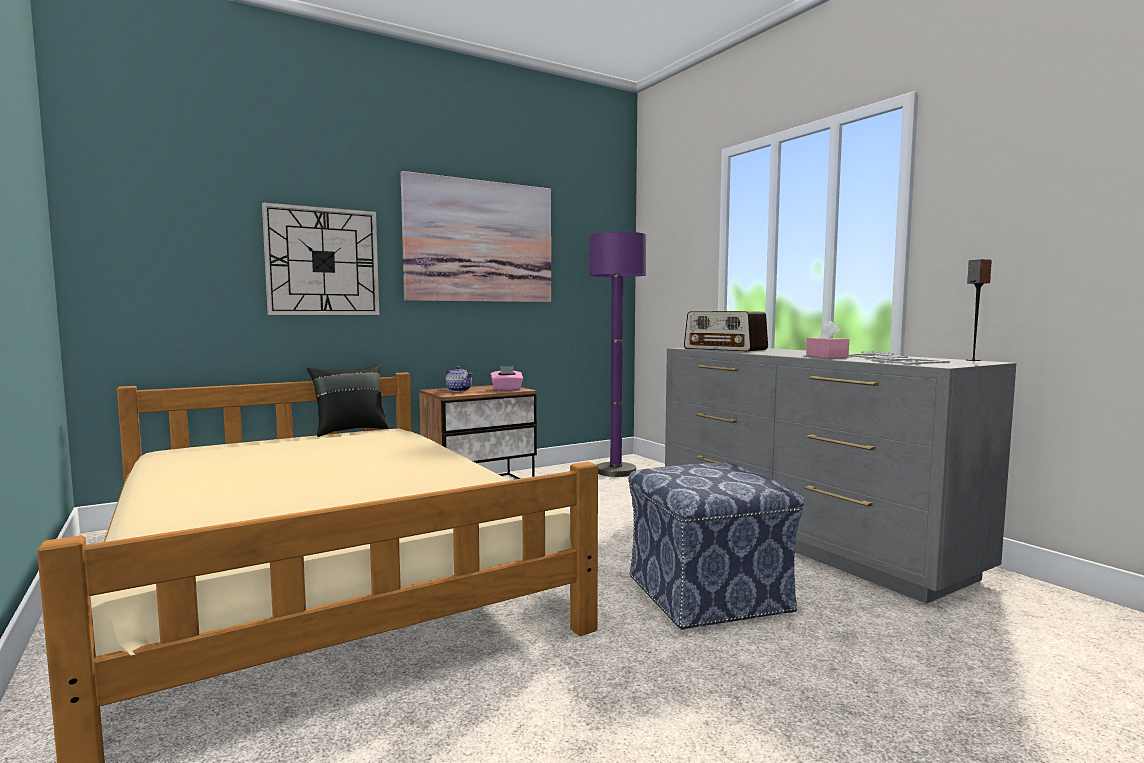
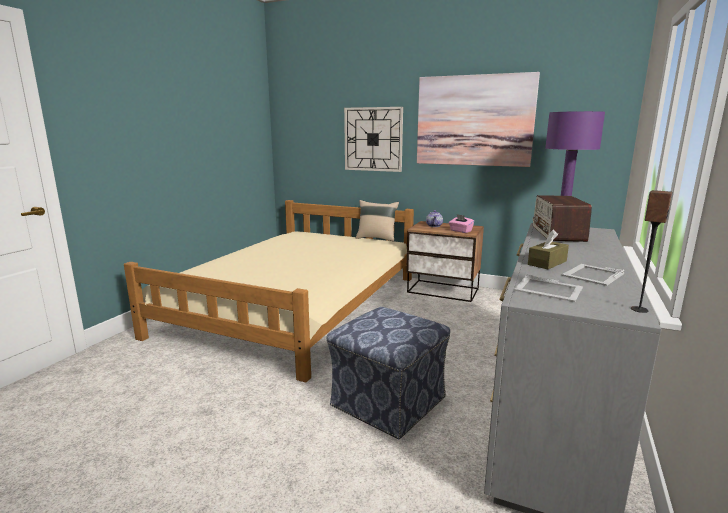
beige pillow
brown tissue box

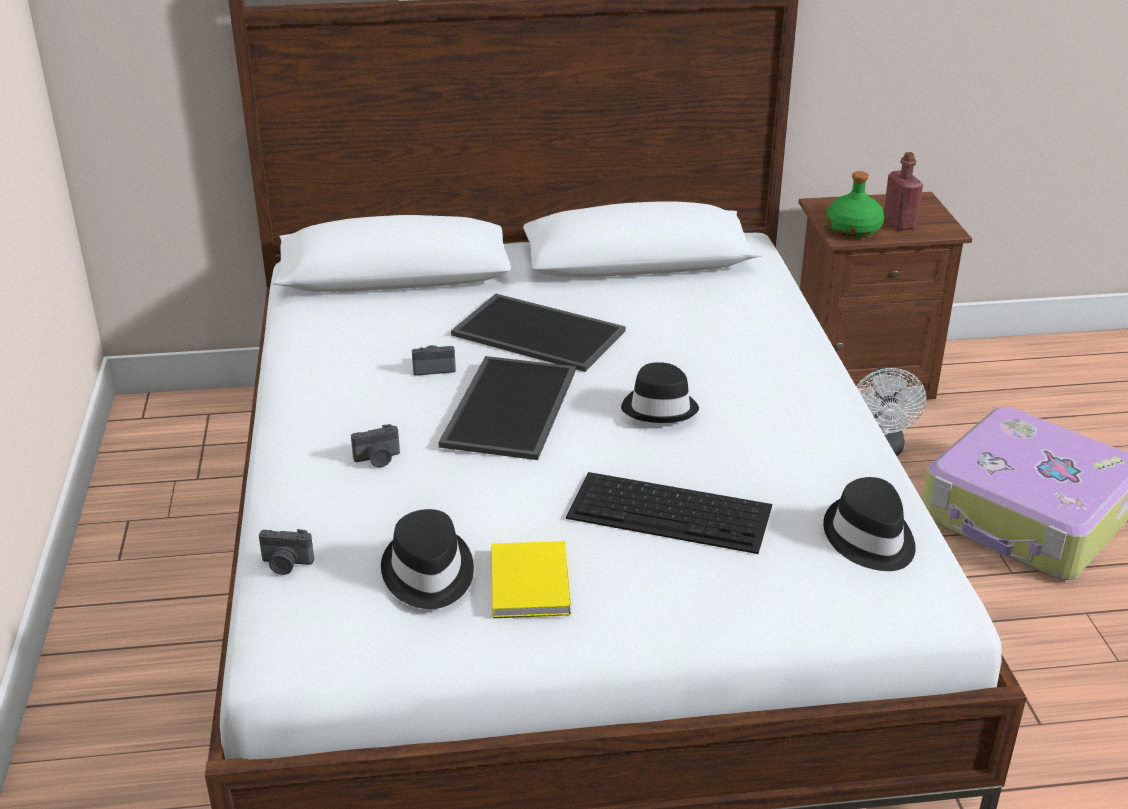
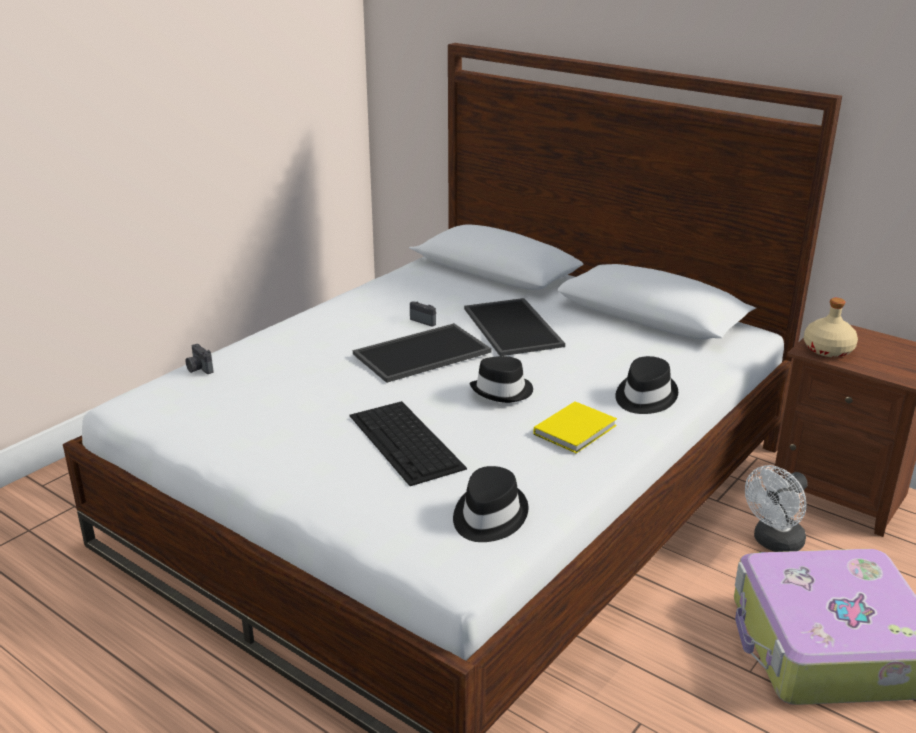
photo camera (2nd from left in the first image)
red bottle
black hat (3rd from left)
yellow book
beige bottle

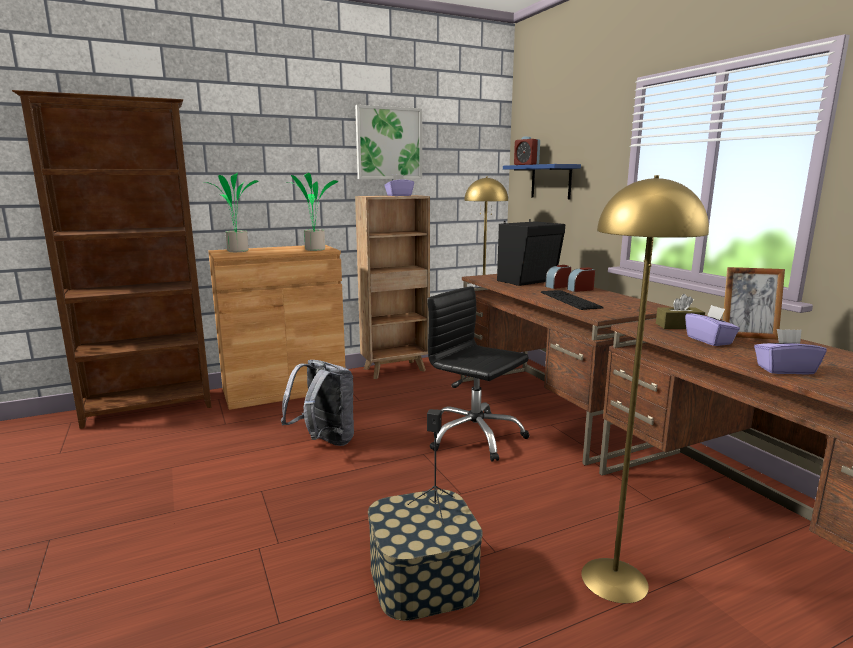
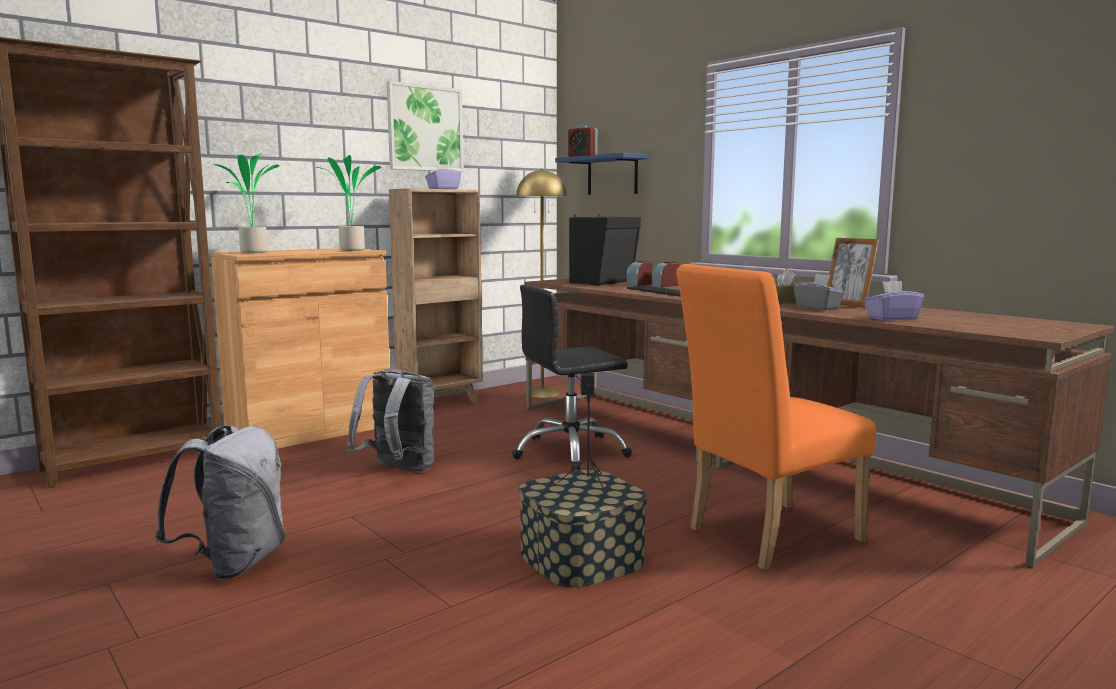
grey backpack (1st from left)
orange chair
grey tissue box
black office chair
picture frame

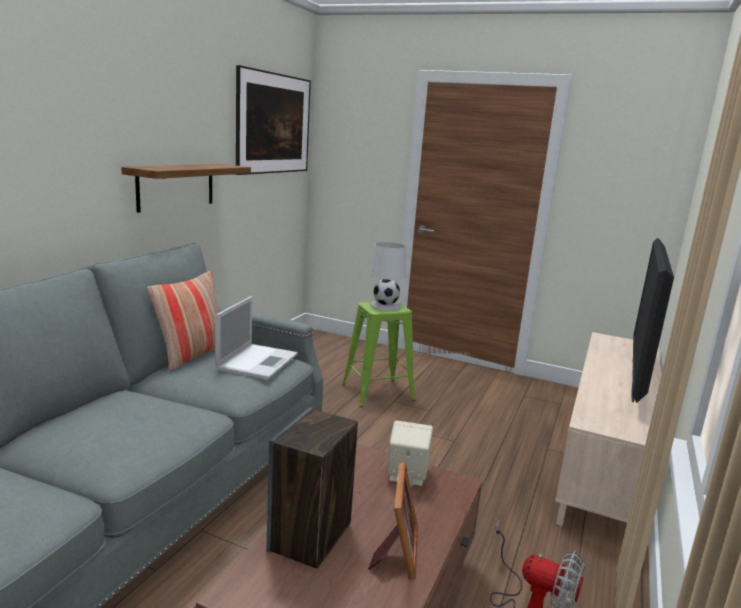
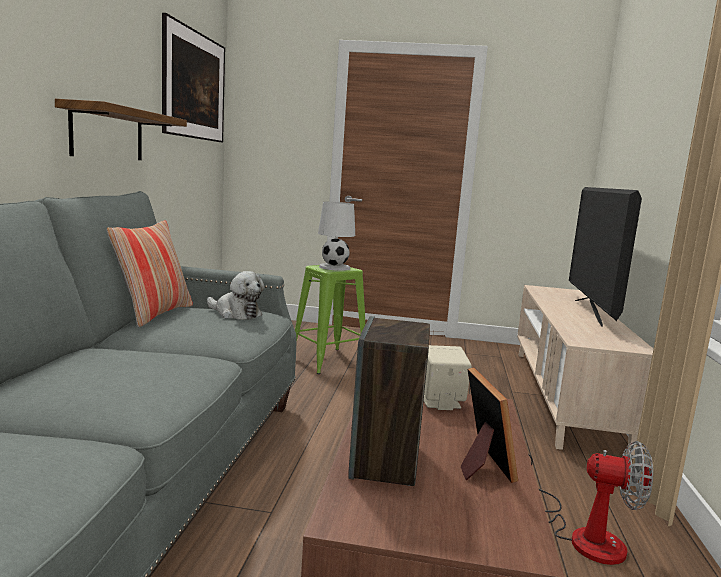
plush toy

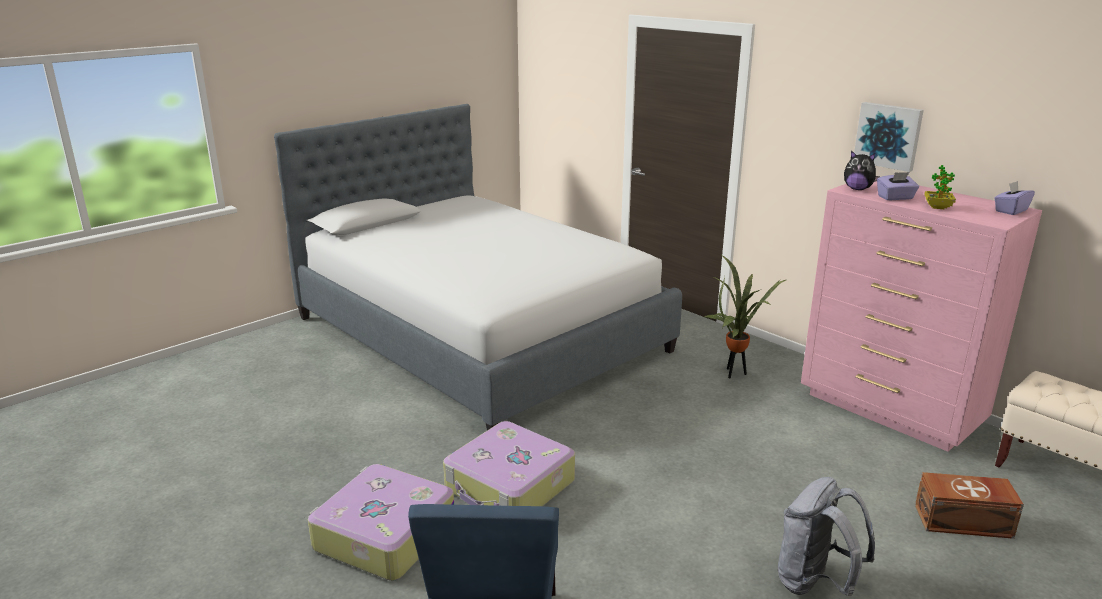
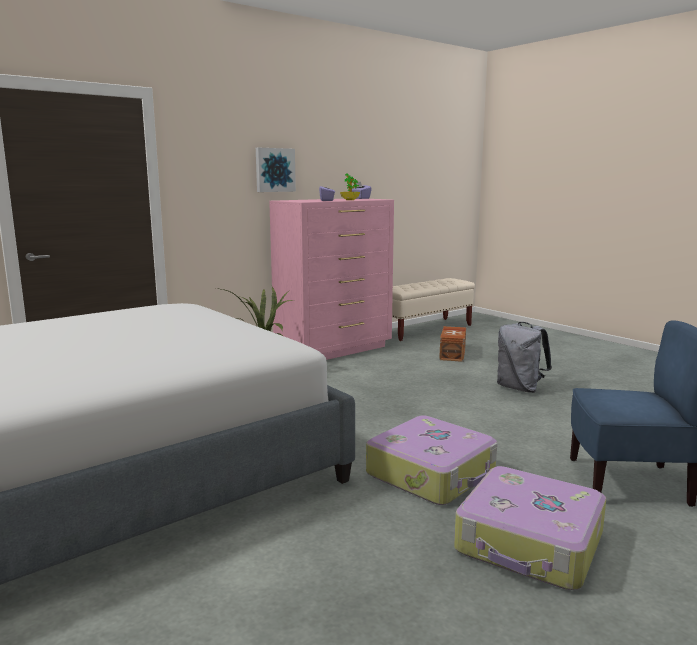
plush toy

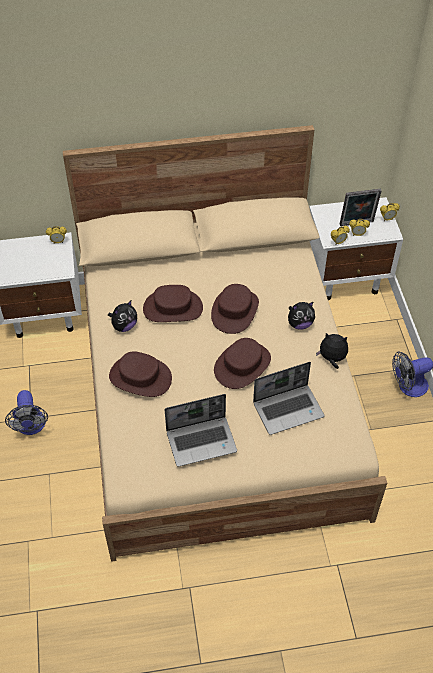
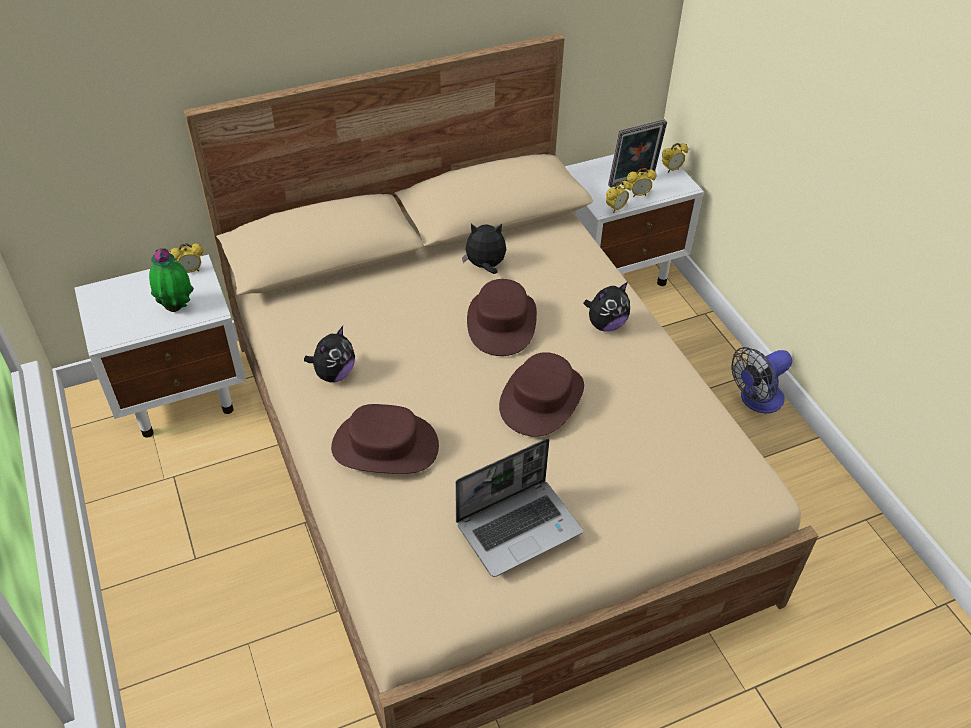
fan (1st from left in the first image)
brown hat (2nd from left in the first image)
laptop (2nd from left in the first image)
potted plant
plush toy (2nd from left)

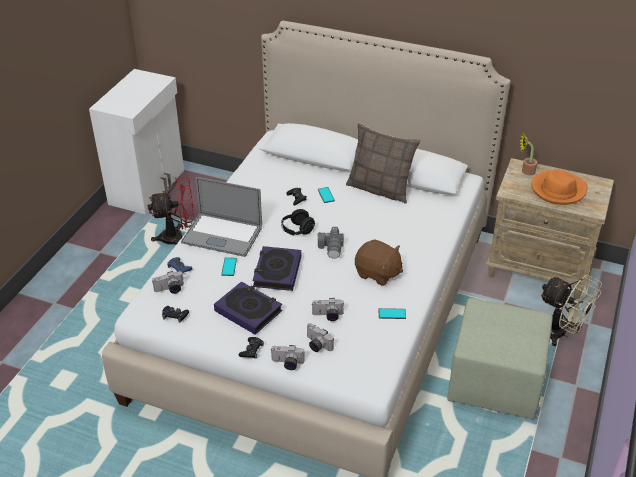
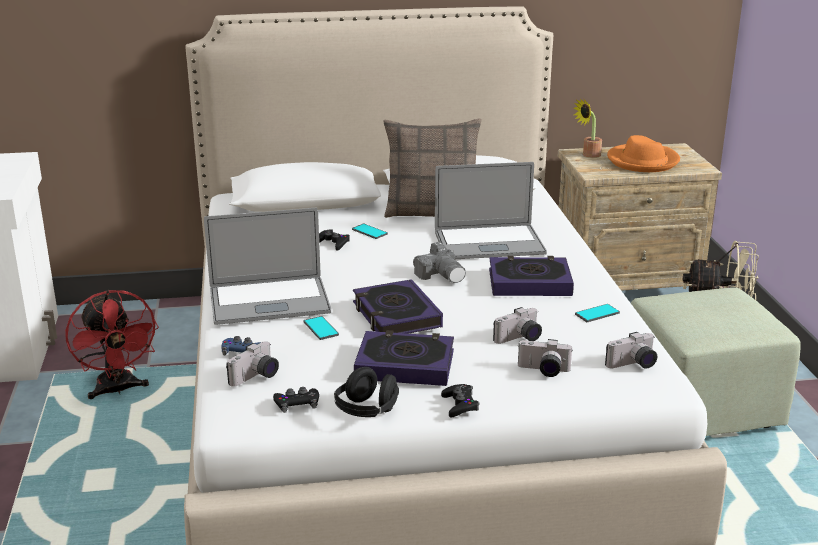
laptop (2nd from left)
photo camera (5th from left)
black headphones
book (3rd from left)
red fan

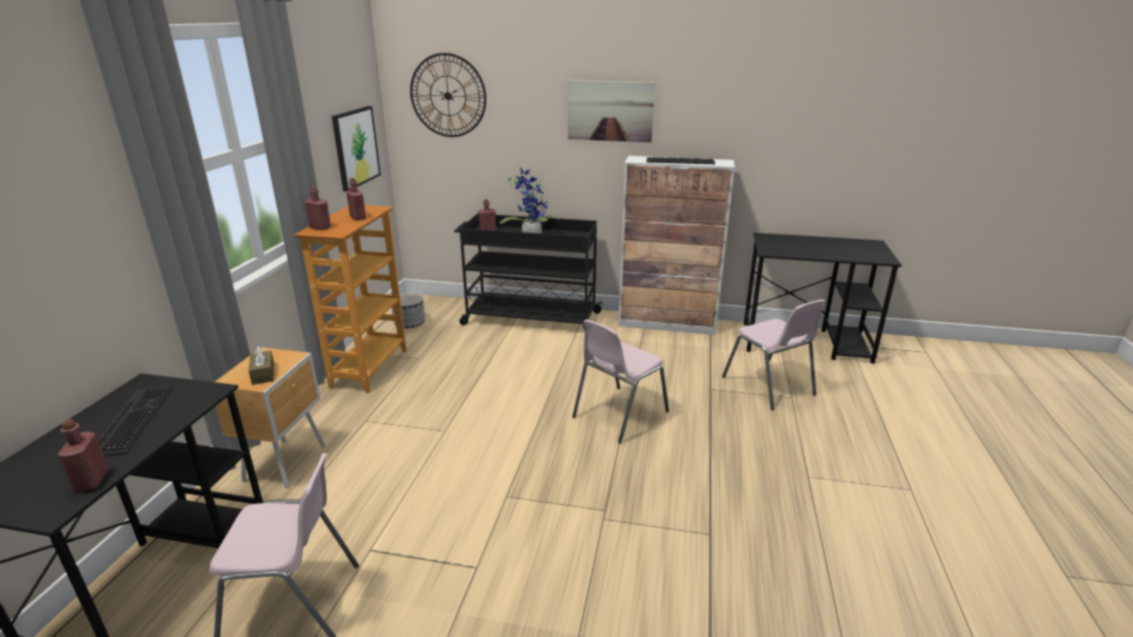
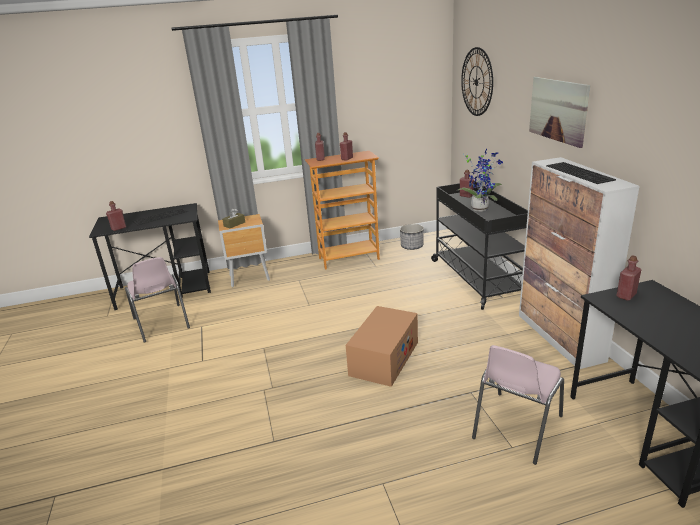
picture (1st from left in the first image)
red bottle (5th from left)
cardboard box

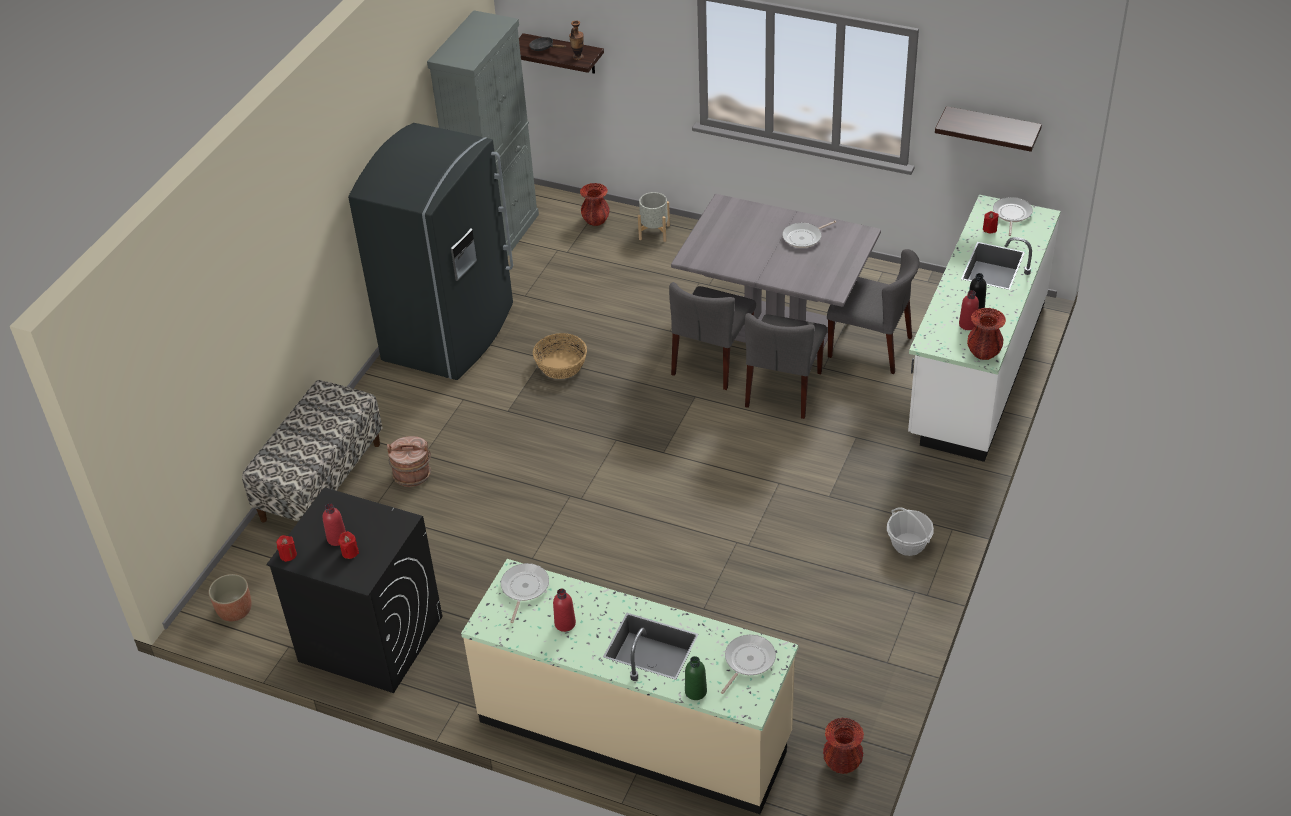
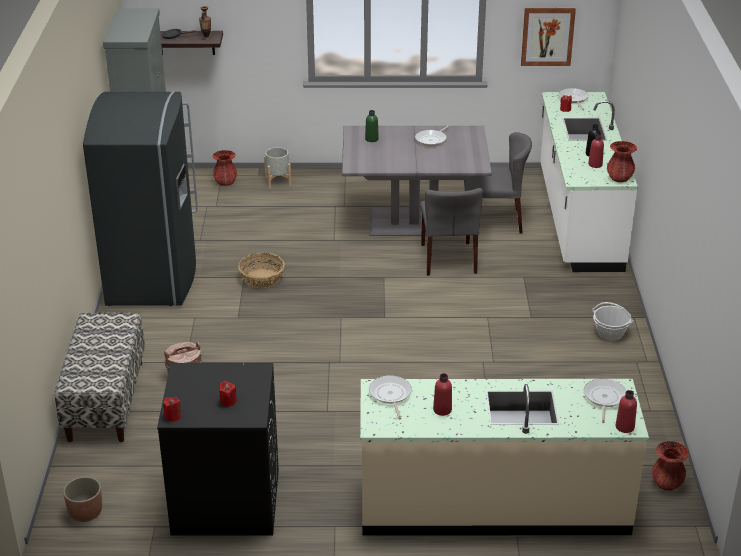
grey chair (1st from left in the first image)
red bottle (3rd from left)
green bottle
picture

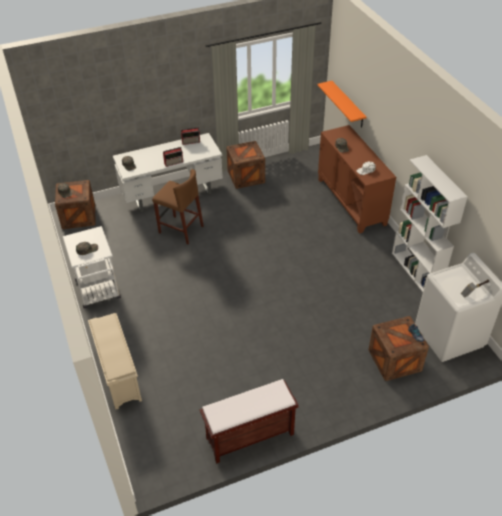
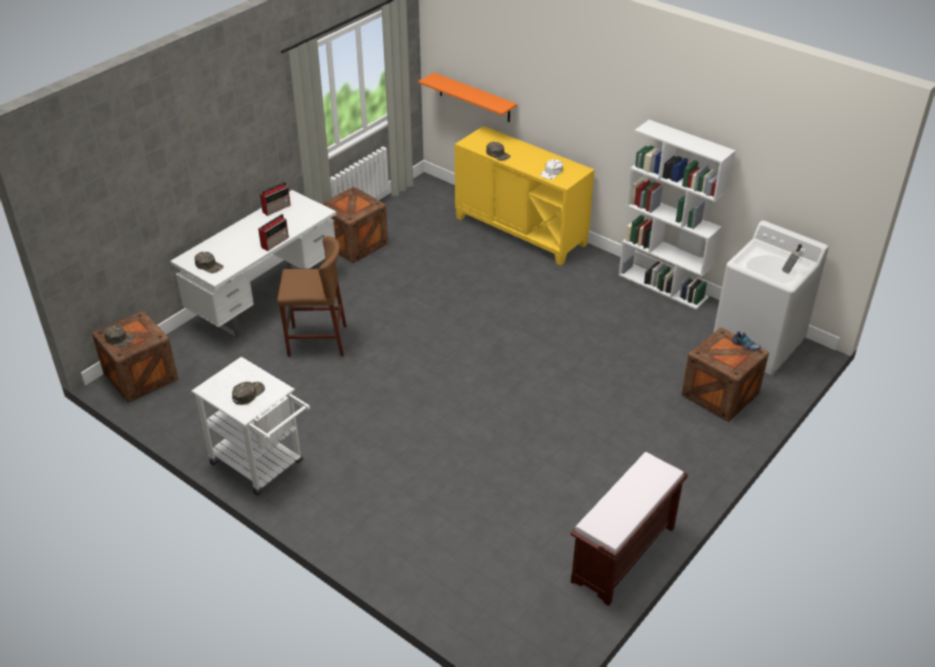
beige shoe rack
yellow cabinet

